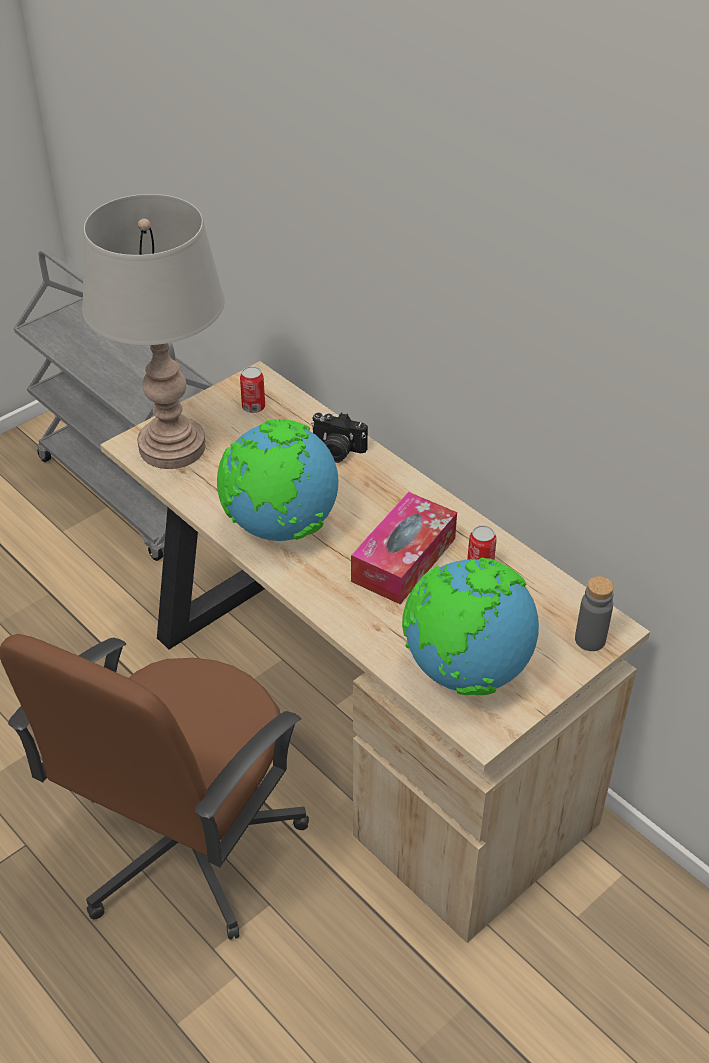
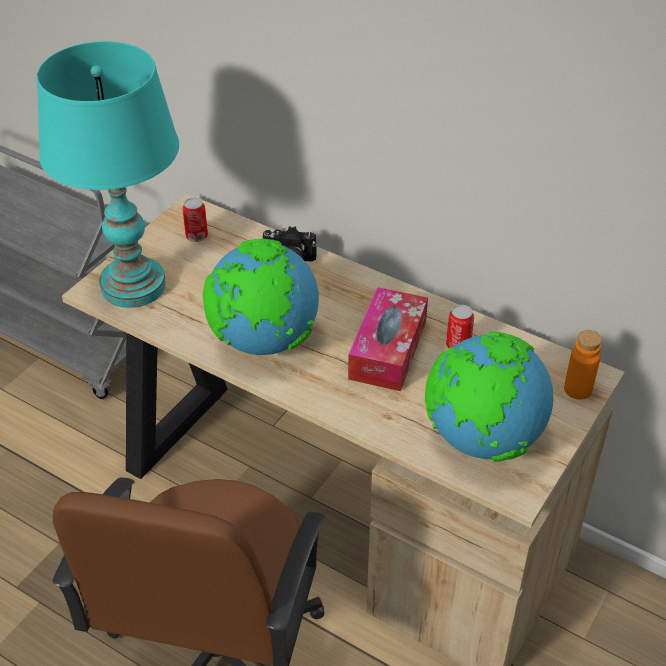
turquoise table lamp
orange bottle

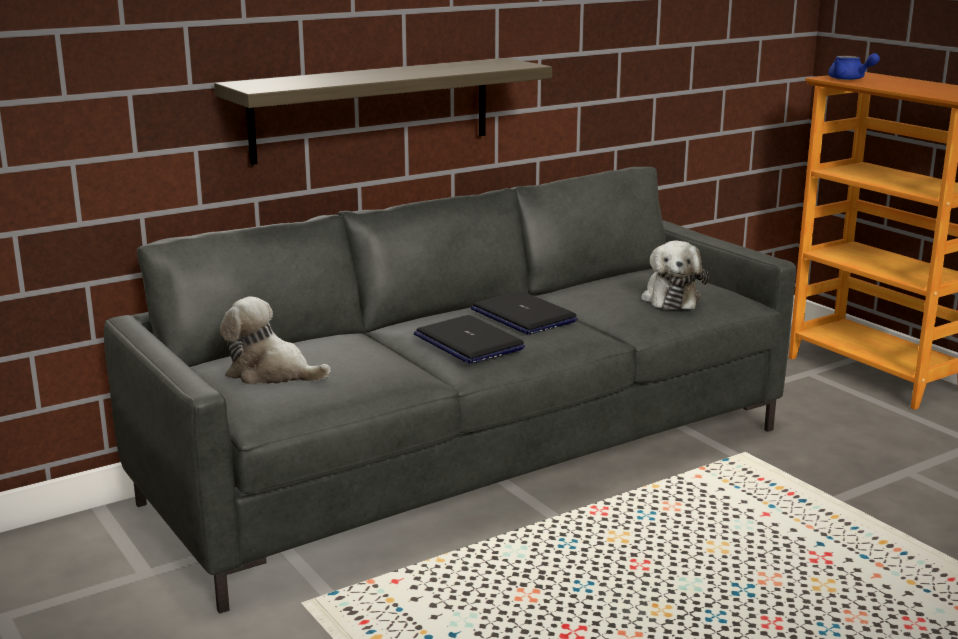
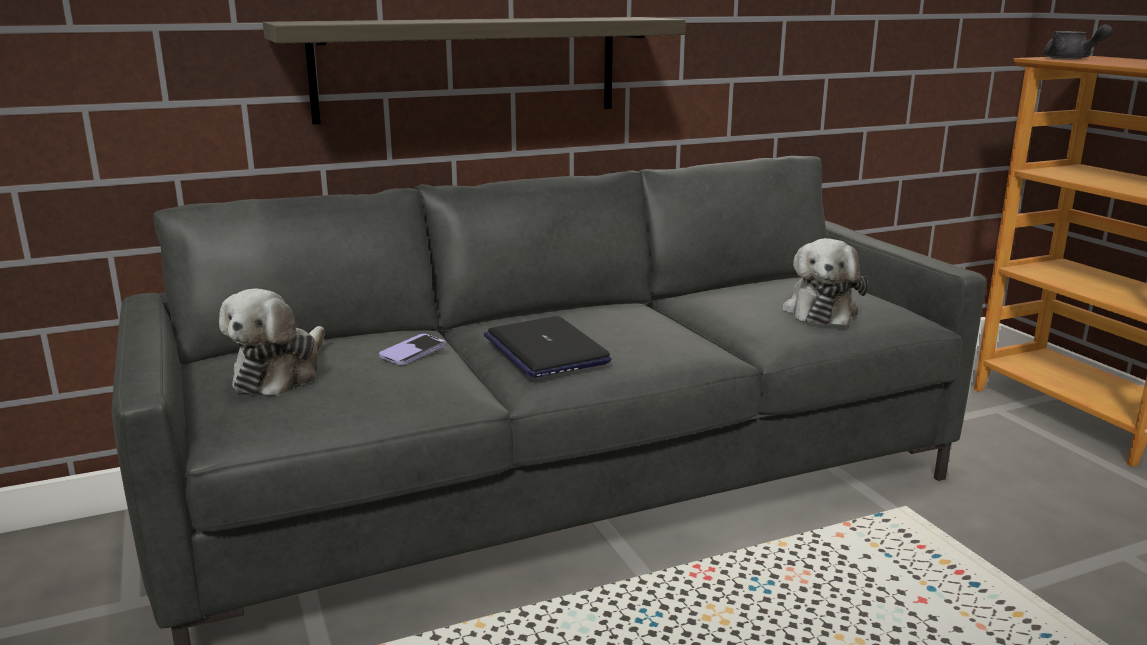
laptop (2nd from left in the first image)
phone
grey teapot
plush toy (1st from left)

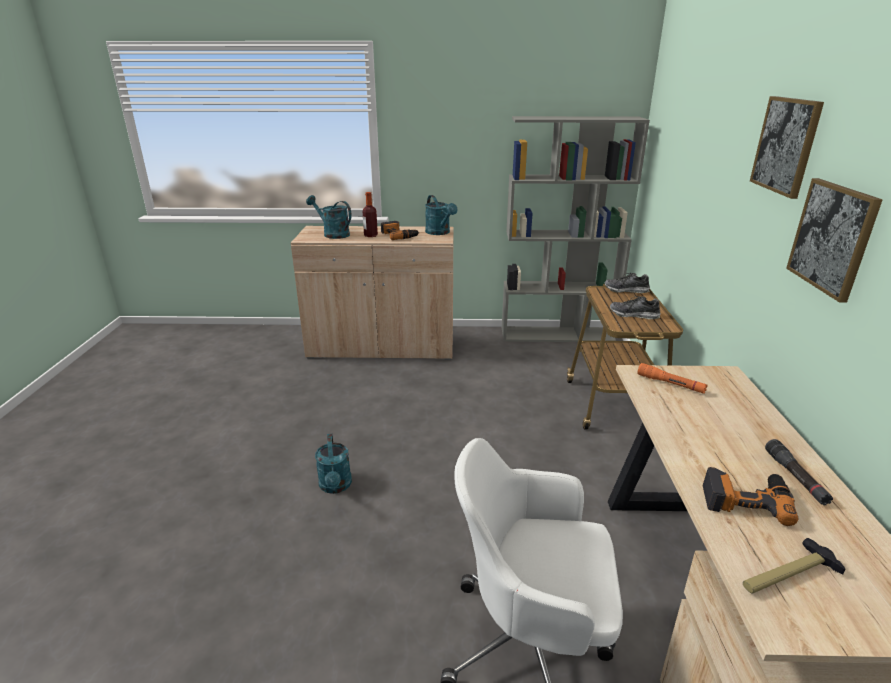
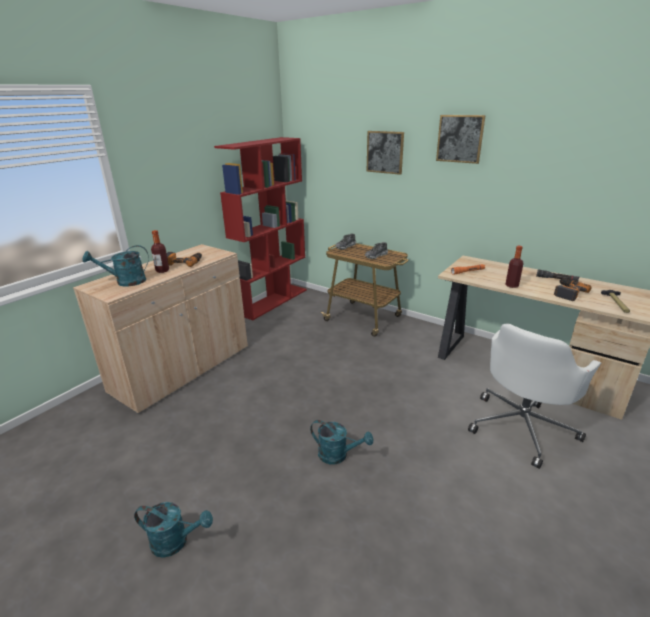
bottle (2nd from left)
turquoise watering can (2nd from left)
picture (1st from left)
red bookcase

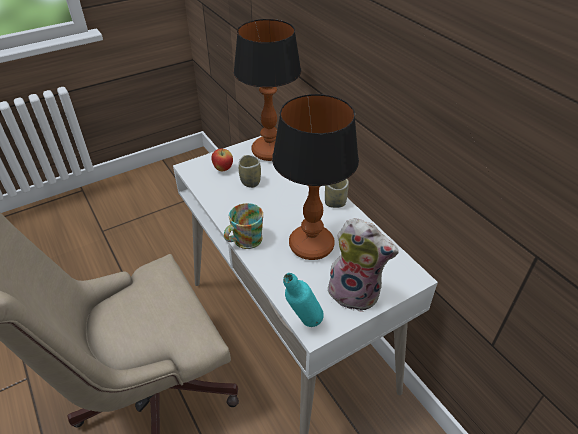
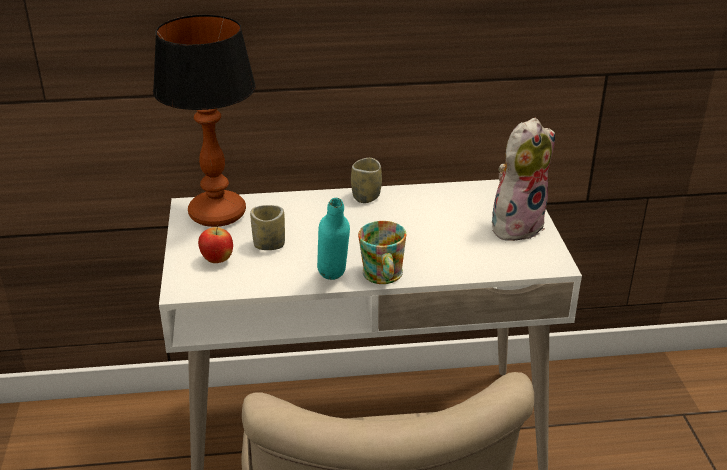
table lamp (2nd from left in the first image)
turquoise bottle

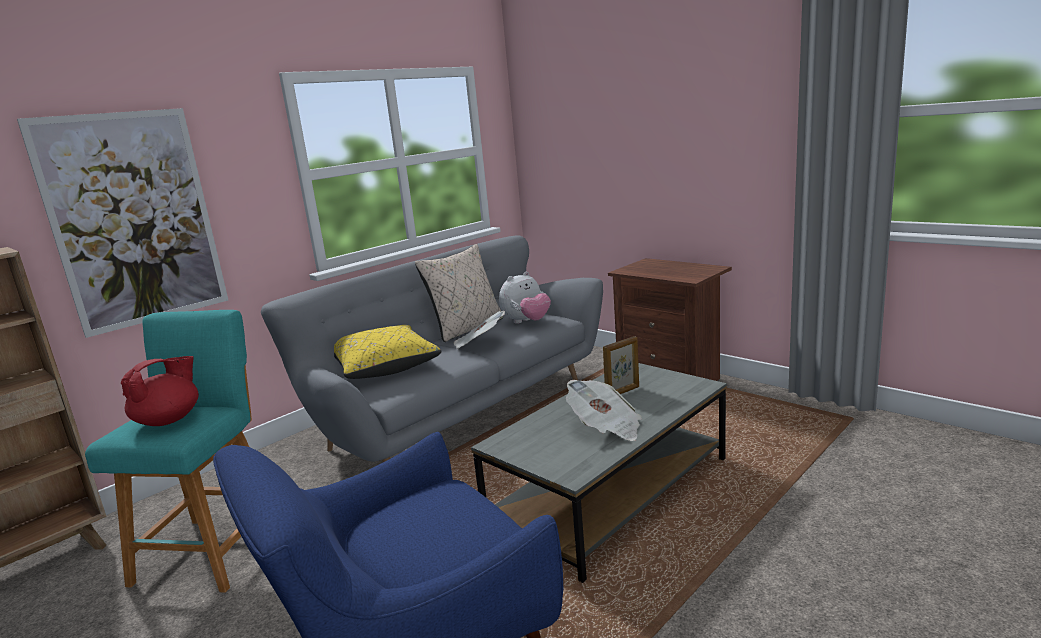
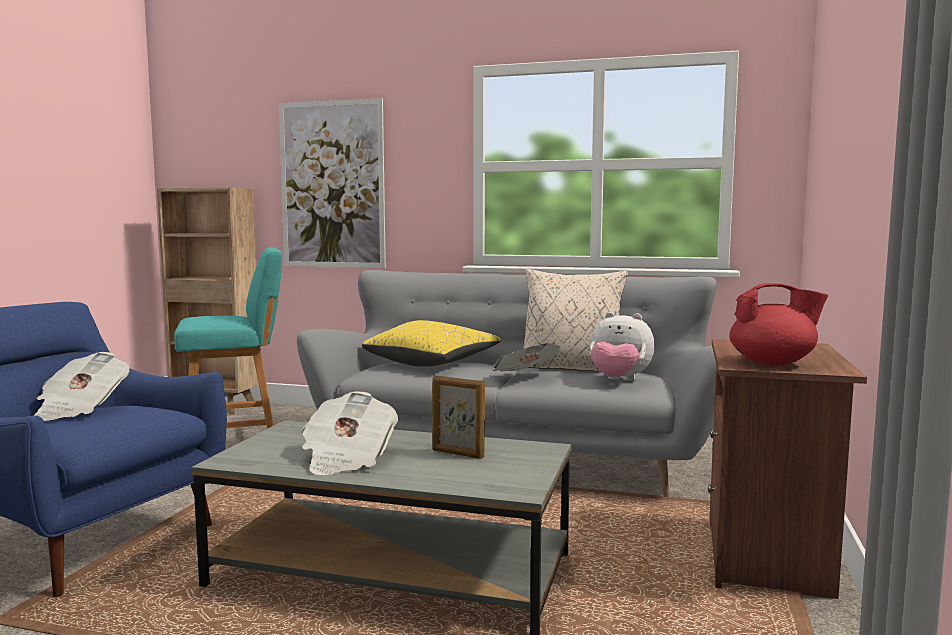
newspaper (1st from left)
red teapot

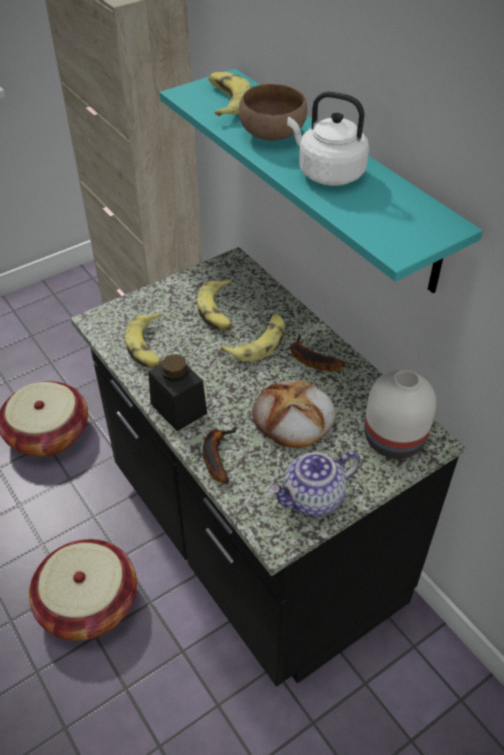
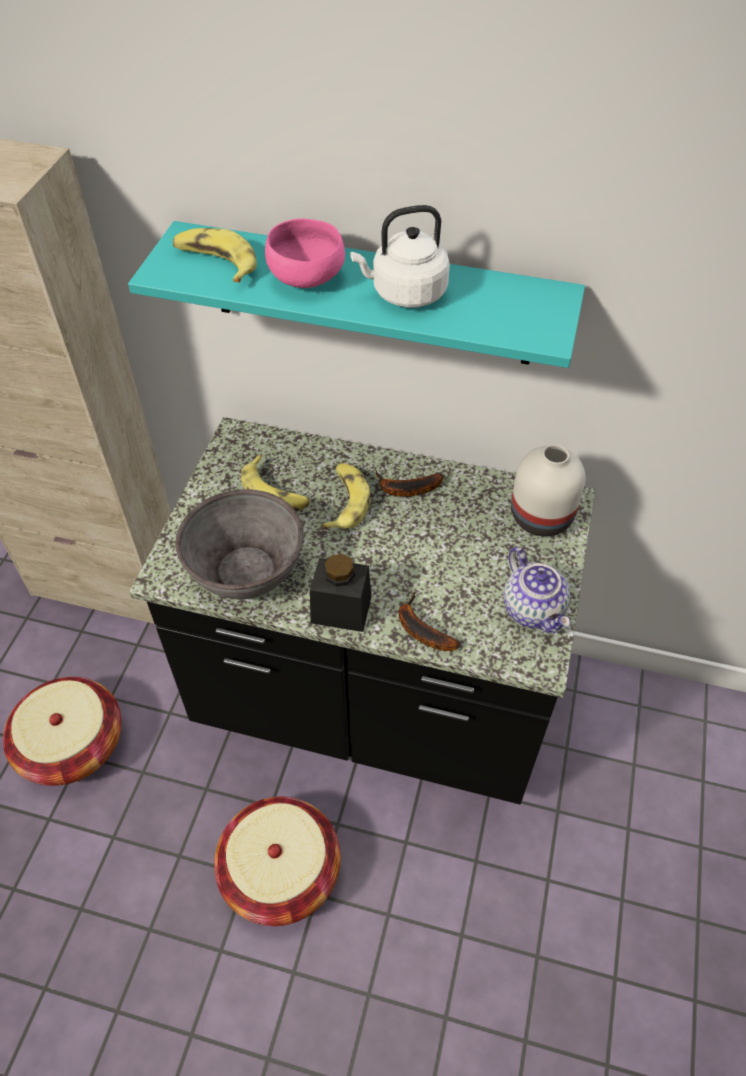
bread
grey bowl
pink bowl
teapot

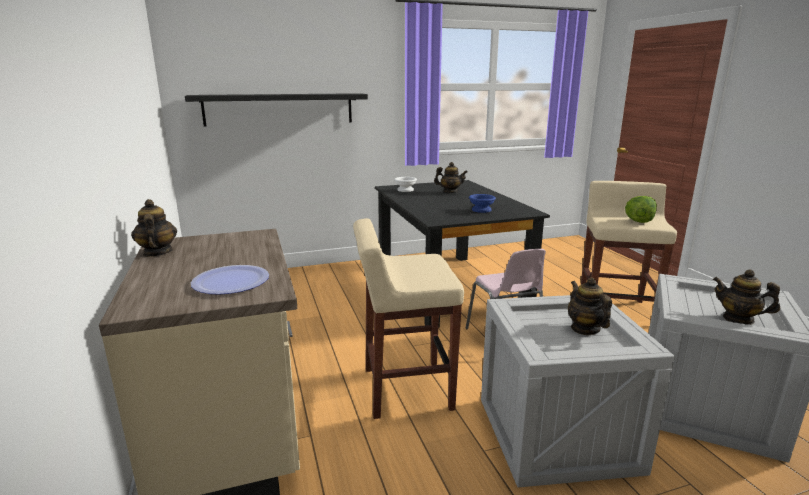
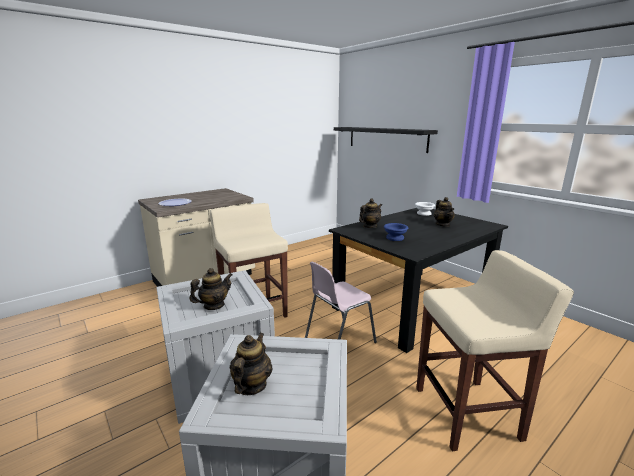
lettuce
teapot (3rd from left)

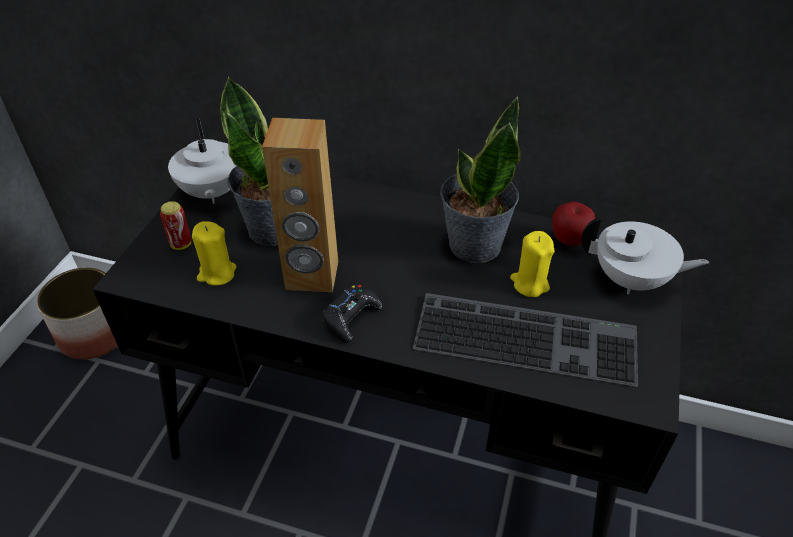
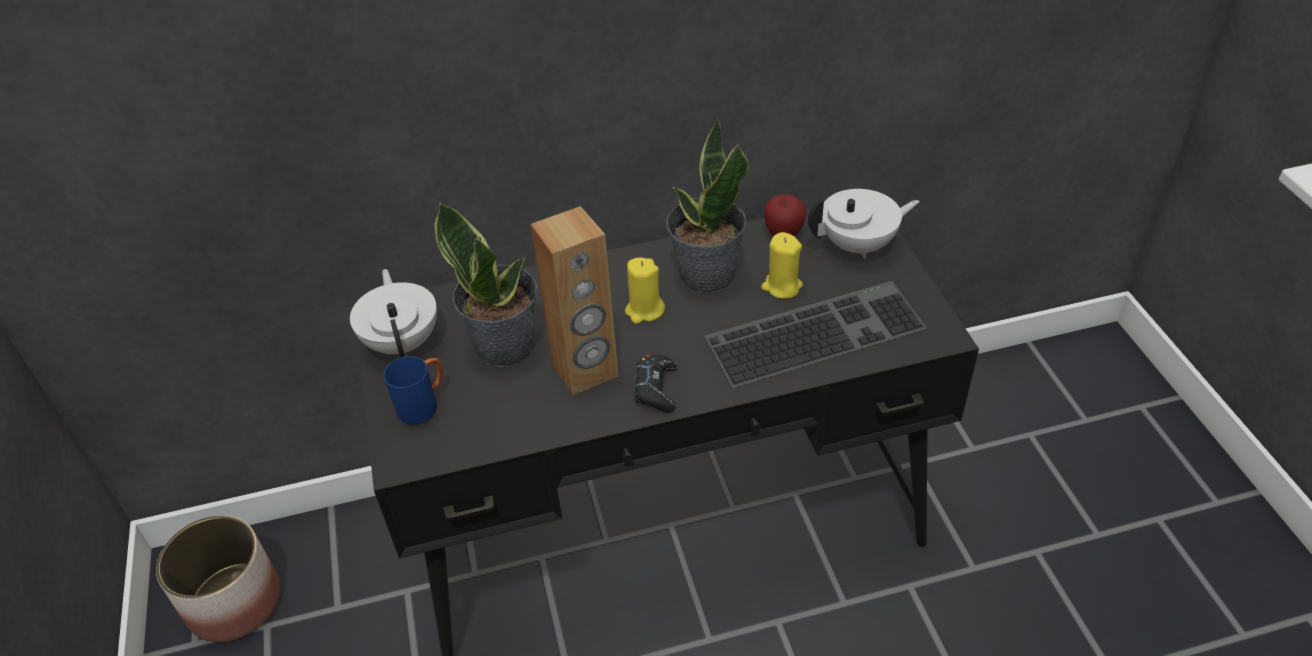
yellow candle (1st from left)
blue mug
white teapot (1st from left)

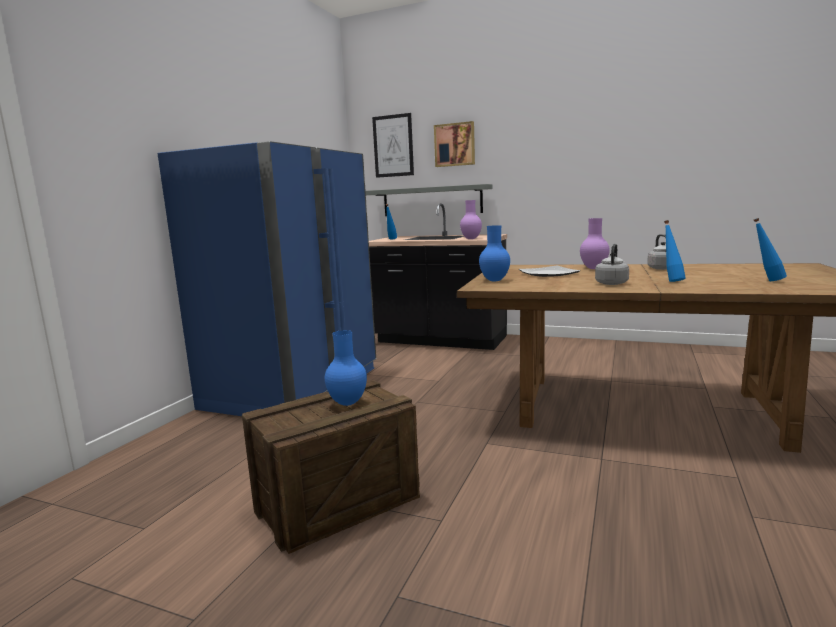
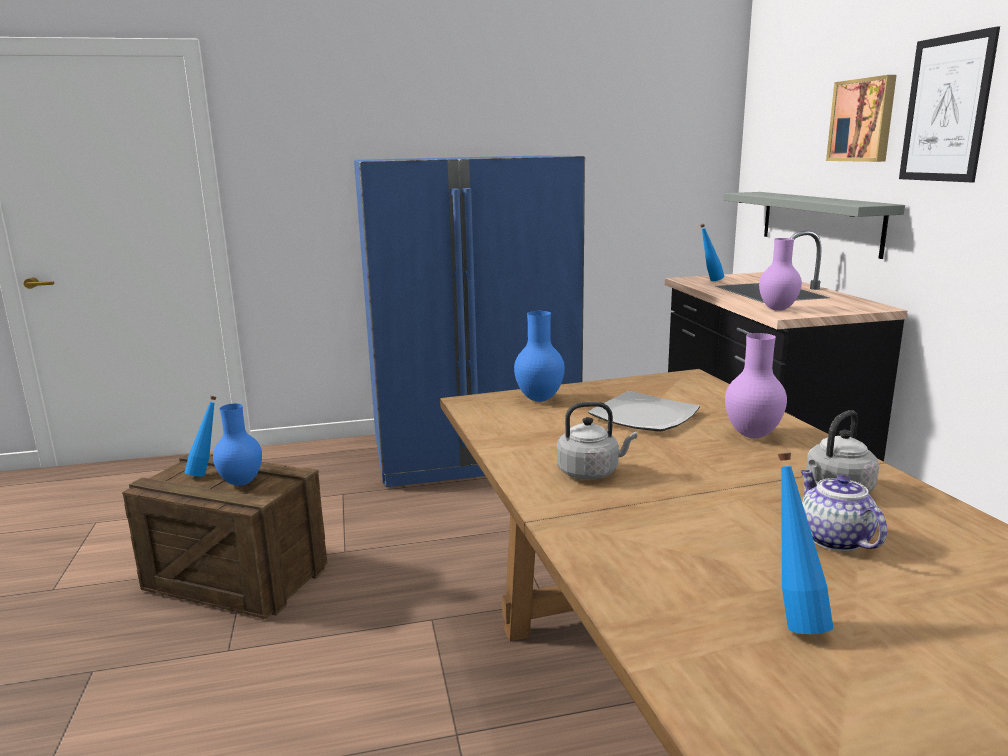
teapot
picture (2nd from left)
blue bottle (1st from left)

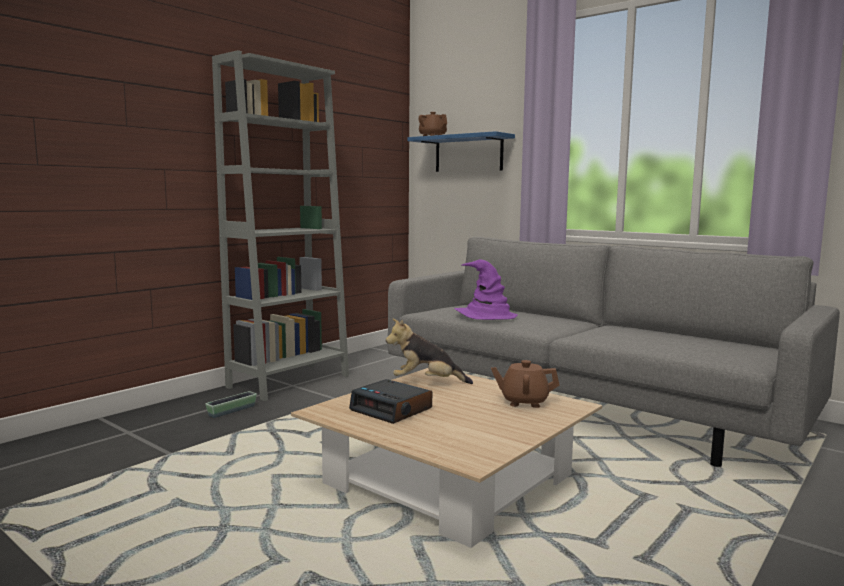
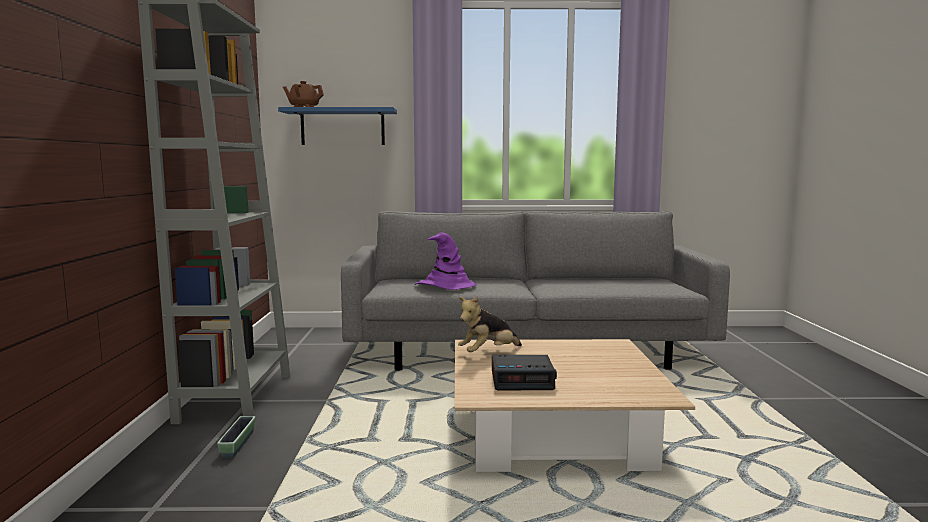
brown teapot (2nd from left in the first image)

